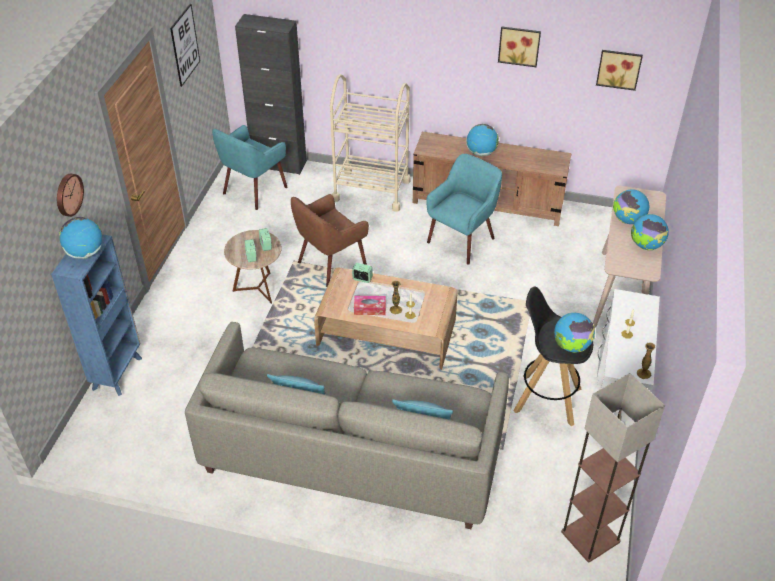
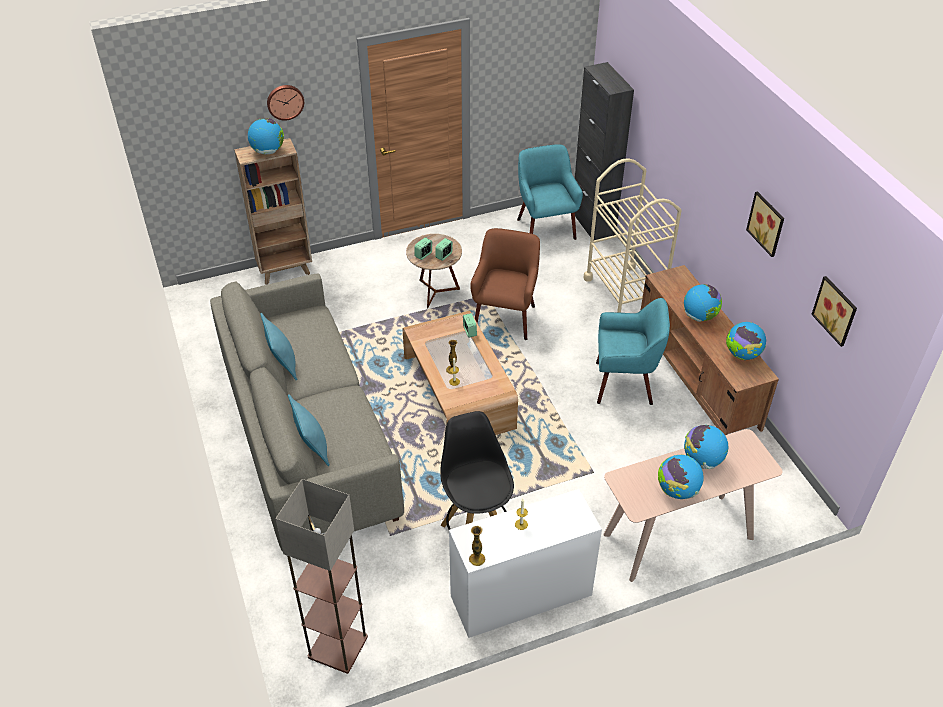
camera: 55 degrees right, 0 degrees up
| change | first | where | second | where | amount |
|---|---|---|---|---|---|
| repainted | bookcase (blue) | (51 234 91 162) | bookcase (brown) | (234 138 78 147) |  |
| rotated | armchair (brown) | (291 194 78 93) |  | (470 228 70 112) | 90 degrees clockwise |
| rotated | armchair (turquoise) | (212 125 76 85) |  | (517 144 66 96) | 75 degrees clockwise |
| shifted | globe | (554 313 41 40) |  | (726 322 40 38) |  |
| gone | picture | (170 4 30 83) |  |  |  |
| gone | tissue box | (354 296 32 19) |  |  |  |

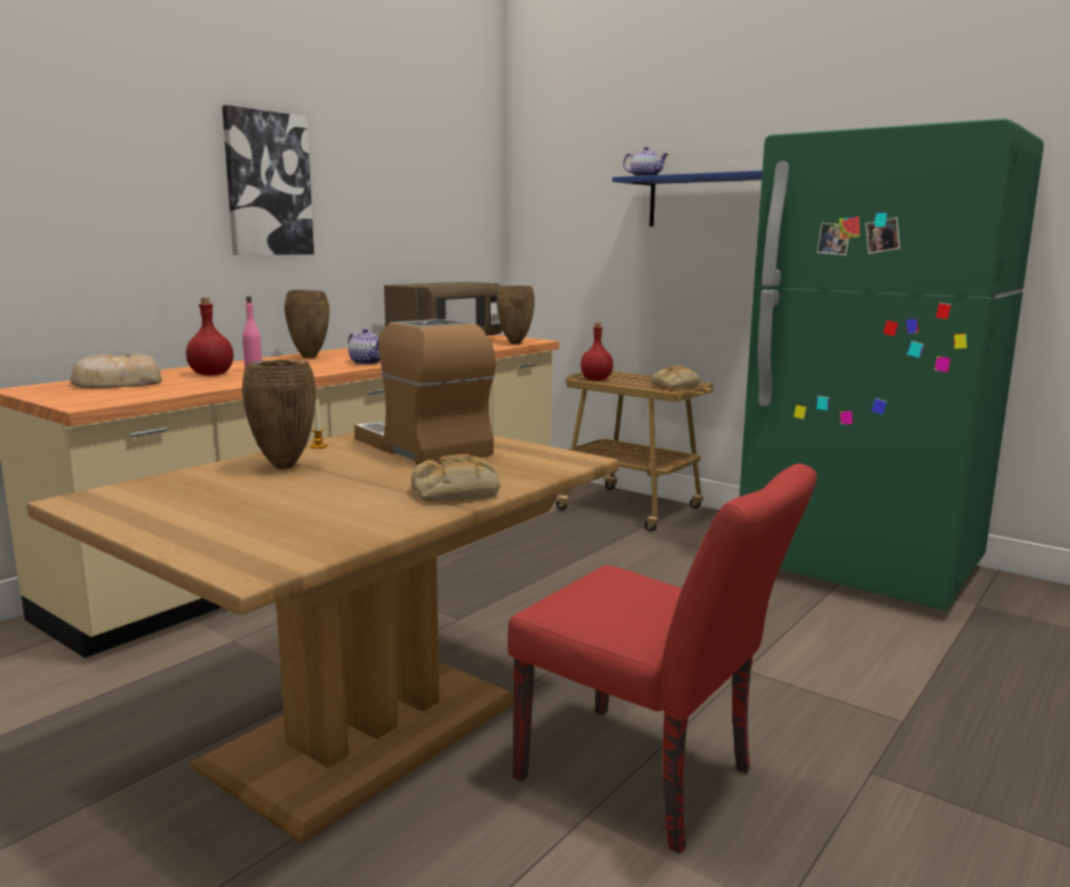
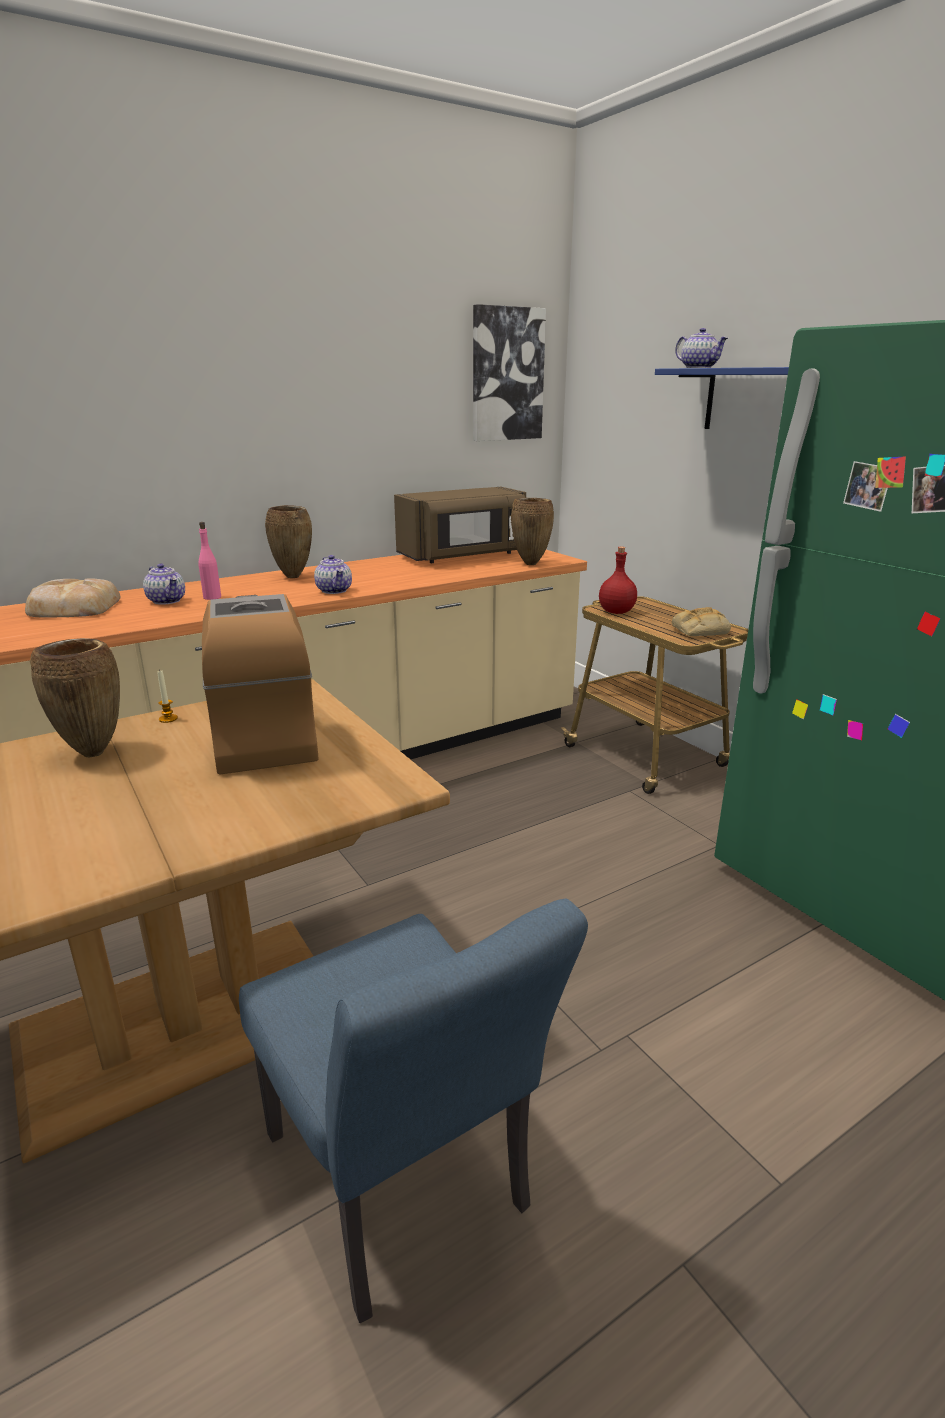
camera: 20 degrees right, 10 degrees up
| change | first | where | second | where | amount |
|---|---|---|---|---|---|
| swapped | bottle (red) | (186 298 48 77) | teapot | (143 564 42 41) |  |
| repainted | chair (red) | (508 464 309 390) | chair (blue) | (239 899 349 424) |  |
| shifted | picture | (222 105 92 150) |  | (473 304 73 137) |  |
| gone | bread | (411 454 89 48) |  |  |  |

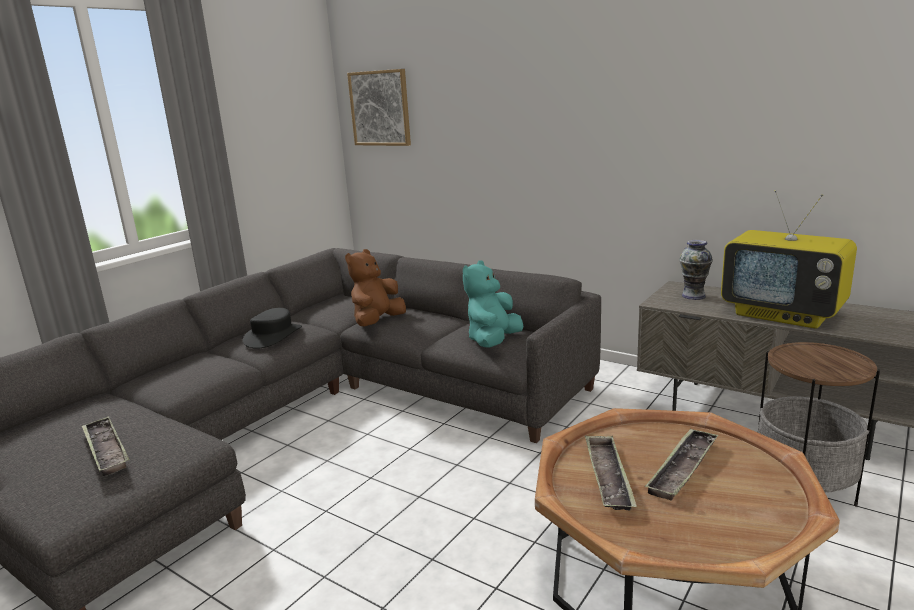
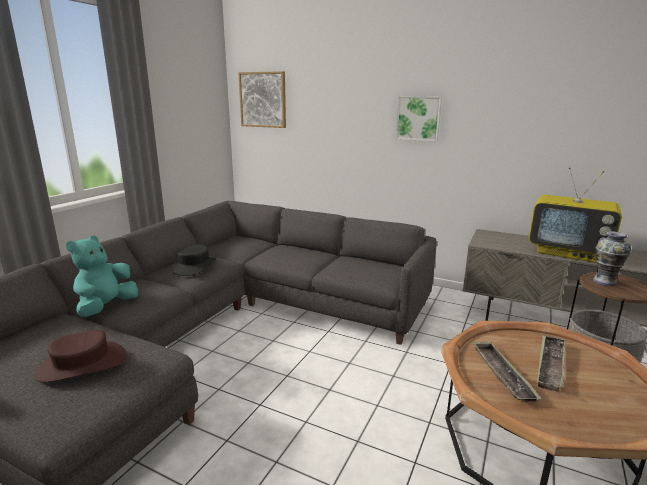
camera: 10 degrees left, 0 degrees up
| change | first | where | second | where | amount |
|---|---|---|---|---|---|
| swapped | tray | (82 416 47 60) | hat (brown) | (35 330 92 53) |  |
| shifted | plush toy (turquoise) | (463 261 60 87) |  | (66 236 72 81) |  |
| new |  |  | picture | (396 96 46 45) |  |
| shifted | vase | (679 240 34 60) |  | (593 231 38 55) |  |
| gone | plush toy (brown) | (345 249 61 77) |  |  |  |

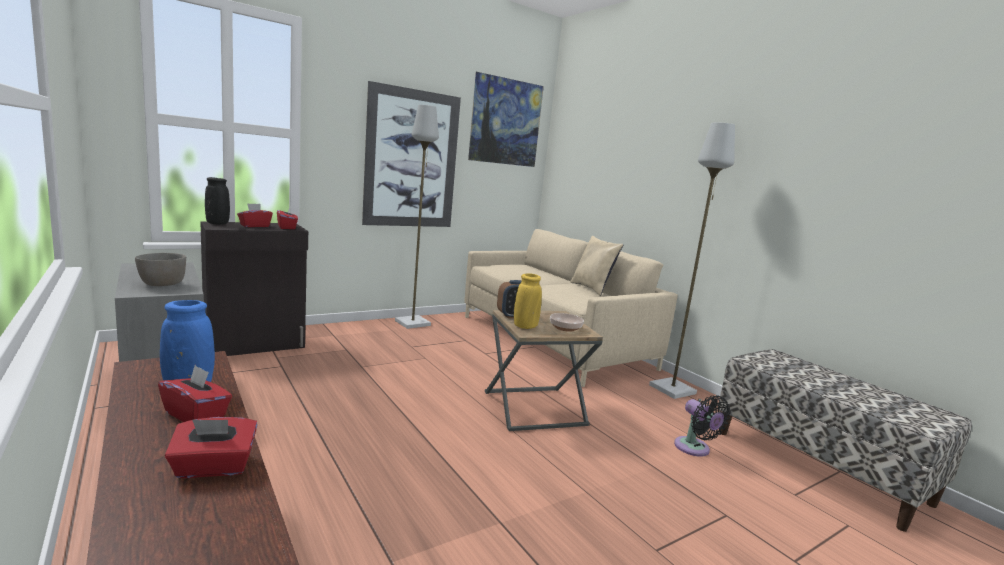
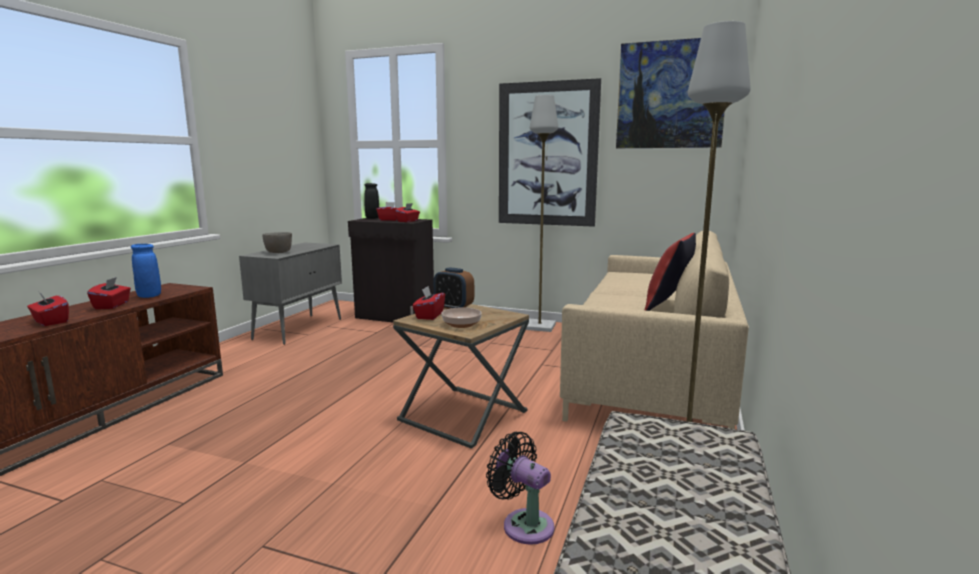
camera: 55 degrees right, 0 degrees up
| change | first | where | second | where | amount |
|---|---|---|---|---|---|
| swapped | vase (yellow) | (514 273 28 56) | tissue box (red) | (413 286 32 34) |  |
| rotated | fan (black) | (674 395 57 62) |  | (486 432 68 113) | 105 degrees clockwise |
| repainted | pillow (beige) | (570 236 54 60) | pillow (red) | (645 233 51 78) |  |

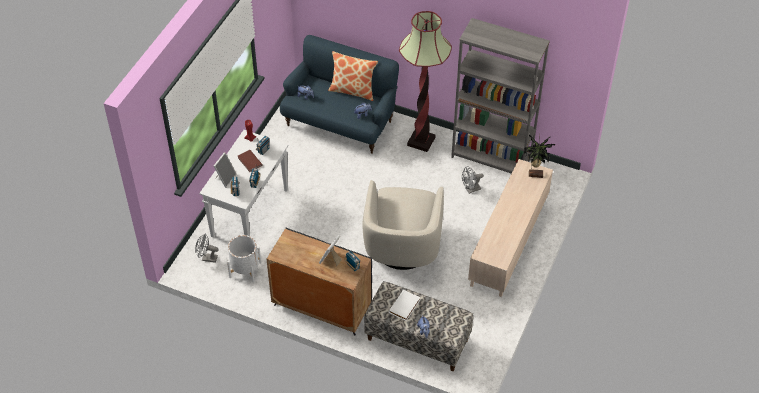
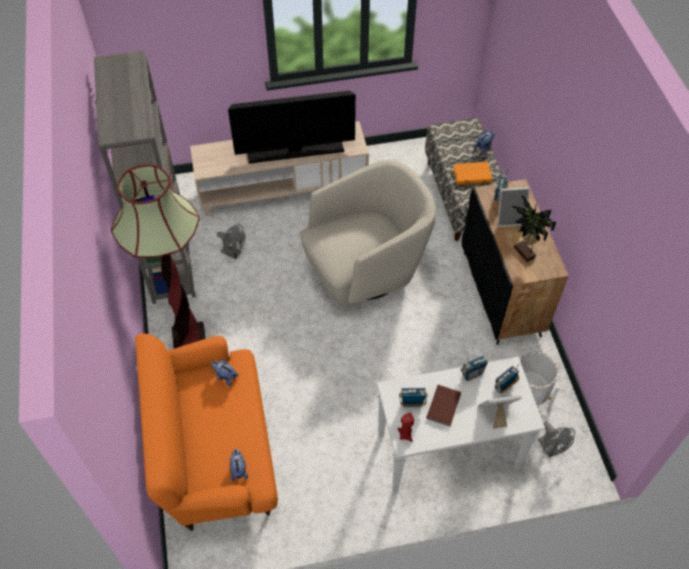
camera: 125 degrees left, 5 degrees up
| change | first | where | second | where | amount |
|---|---|---|---|---|---|
| repainted | sofa (blue) | (280 35 119 119) | sofa (orange) | (135 333 143 198) |  |
| new |  |  | television | (228 90 128 74) |  |
| repainted | book (white) | (389 290 31 31) | book (orange) | (453 162 39 23) |  |
| shifted | potted plant | (524 135 31 43) |  | (512 195 44 67) |  |
| gone | pillow | (328 51 50 50) |  |  |  |

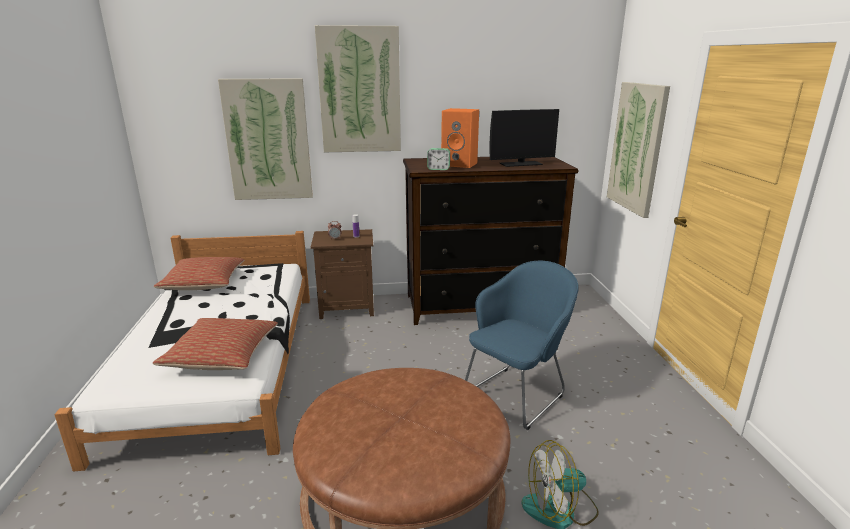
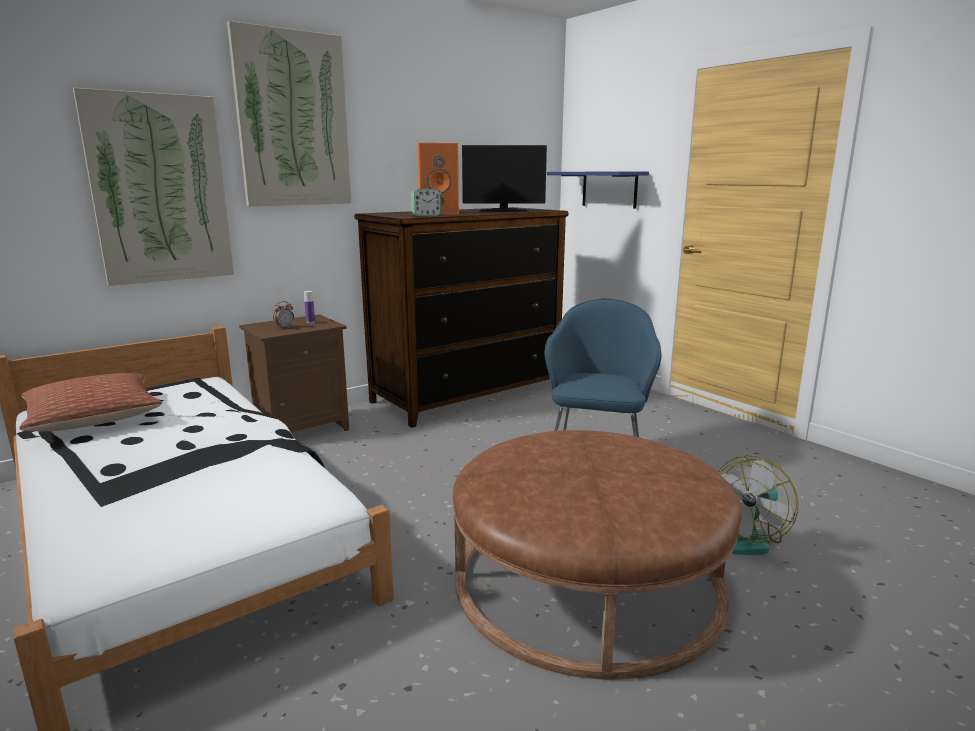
camera: 30 degrees left, 5 degrees down
| change | first | where | second | where | amount |
|---|---|---|---|---|---|
| rotated | monitor | (490 109 69 58) |  | (462 145 85 67) | 45 degrees clockwise |
| swapped | picture | (607 82 63 136) | shelf (blue) | (547 172 102 37) |  |
| gone | pillow | (153 318 125 52) |  |  |  |

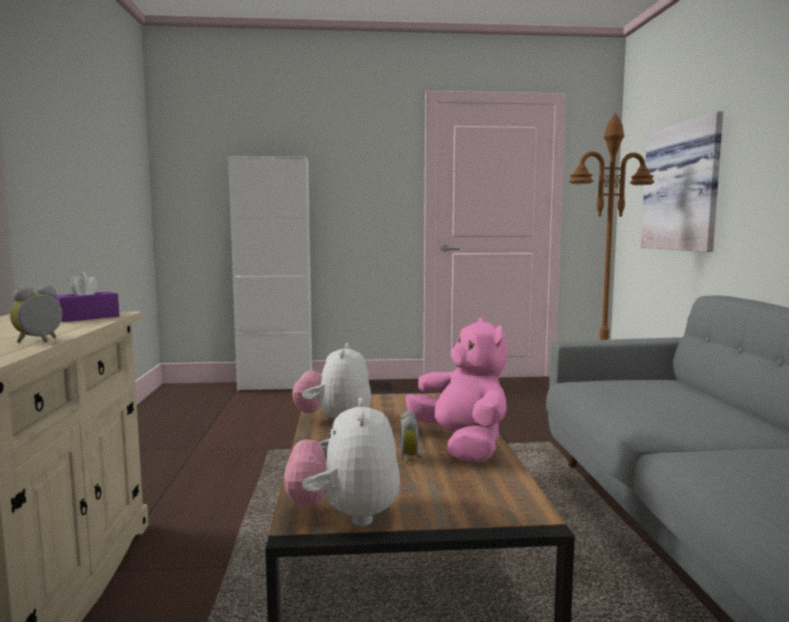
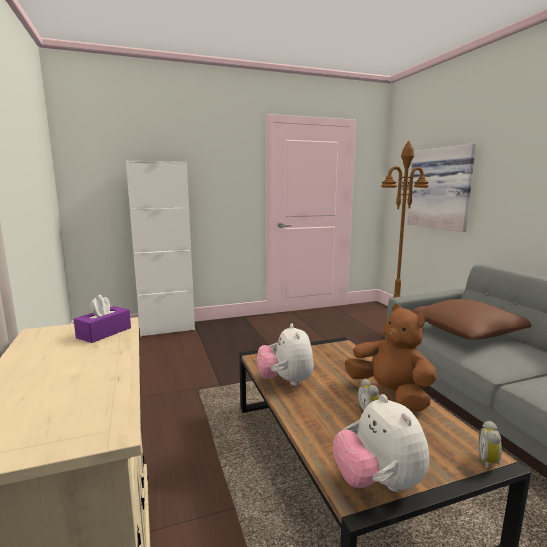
camera: 15 degrees left, 5 degrees up
| change | first | where | second | where | amount |
|---|---|---|---|---|---|
| repainted | plush toy (pink) | (406 317 101 146) | plush toy (brown) | (344 304 93 107) |  |
| new |  |  | pillow (brown) | (412 299 120 41) |  |
| shifted | alarm clock | (10 285 52 58) |  | (479 421 23 49) |  |

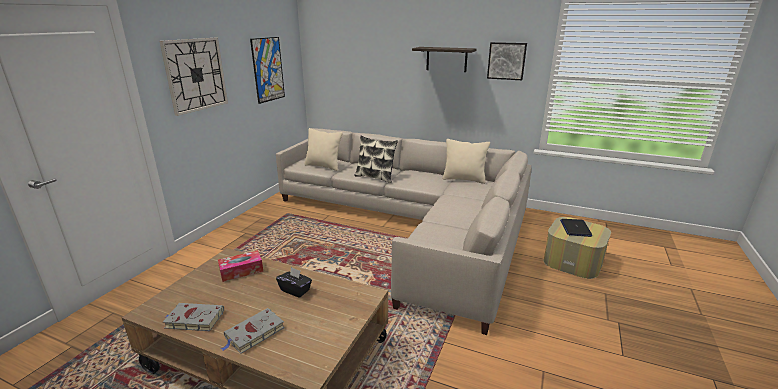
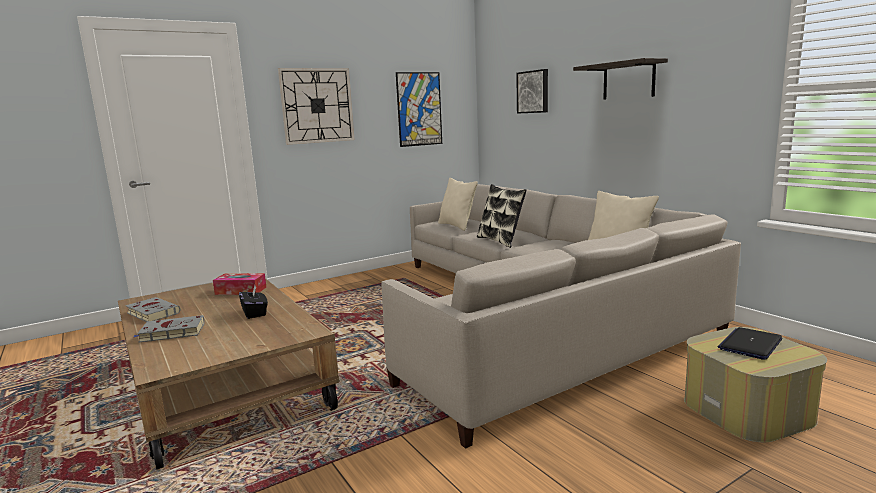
camera: 35 degrees right, 10 degrees down
| change | first | where | second | where | amount |
|---|---|---|---|---|---|
| shifted | picture | (487 42 40 38) |  | (516 69 32 45) |  |

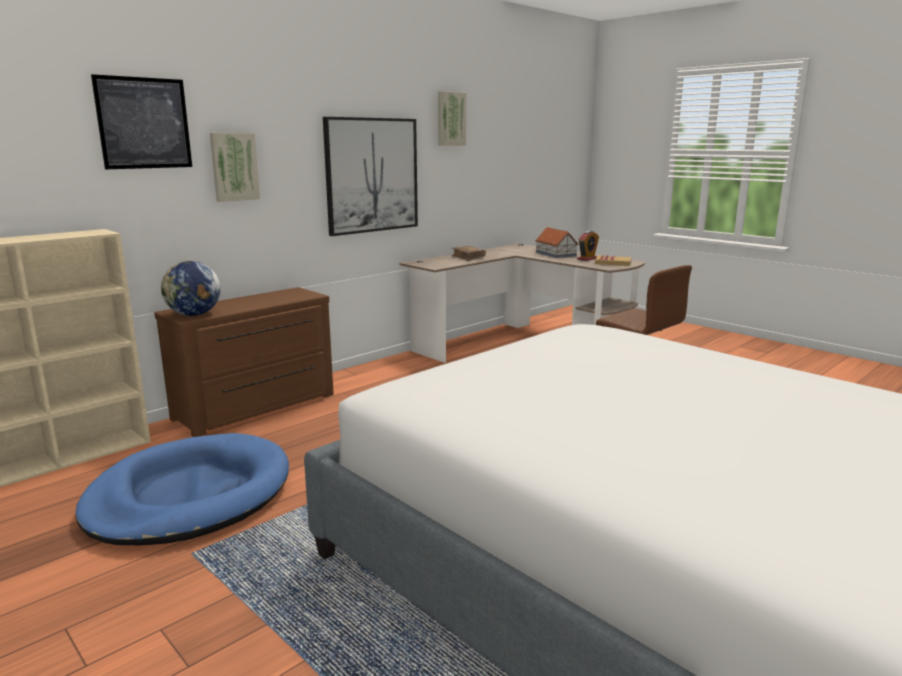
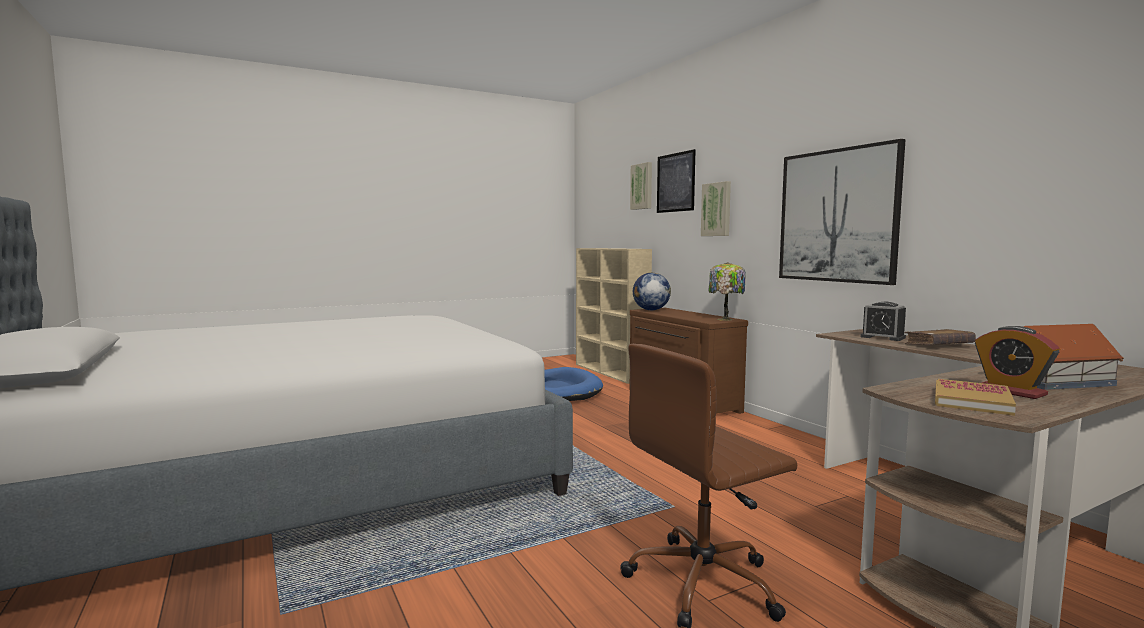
camera: 105 degrees right, 10 degrees down
| change | first | where | second | where | amount |
|---|---|---|---|---|---|
| shifted | picture | (438 91 28 55) |  | (630 162 22 48) |  |
| new |  |  | table lamp | (708 262 38 59) |  |
| new |  |  | alarm clock | (860 302 46 39) |  |

